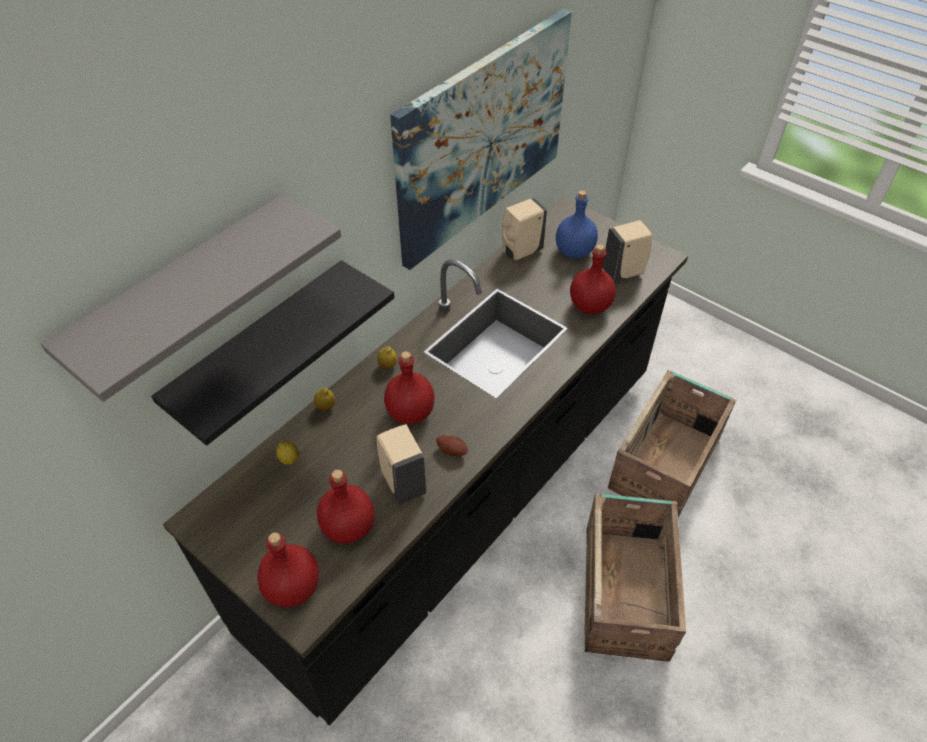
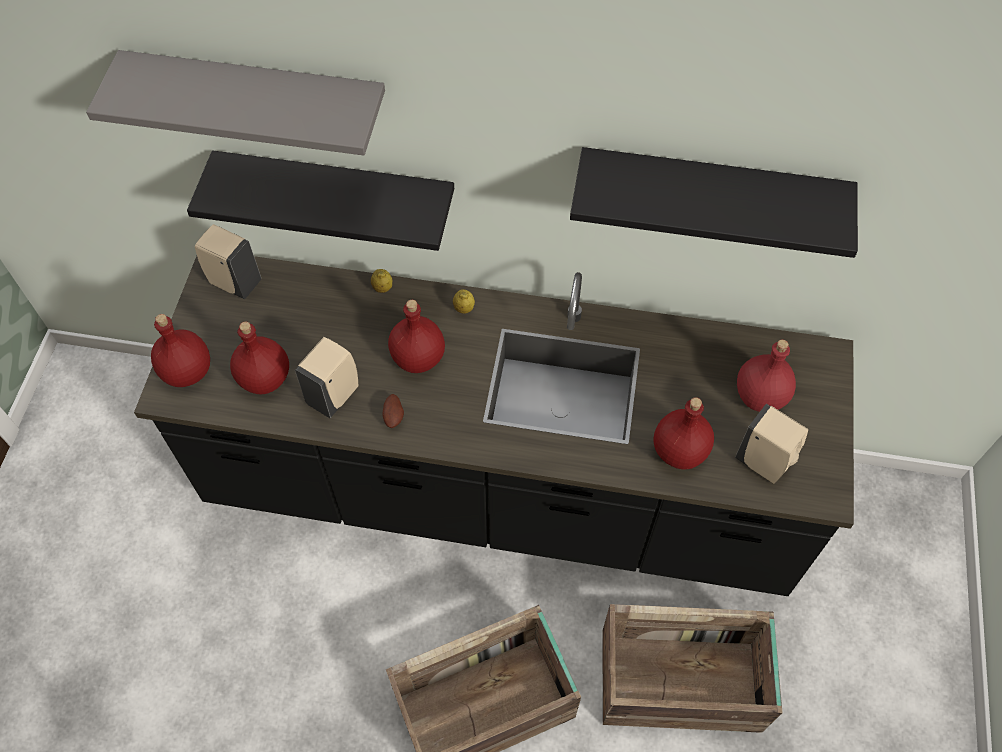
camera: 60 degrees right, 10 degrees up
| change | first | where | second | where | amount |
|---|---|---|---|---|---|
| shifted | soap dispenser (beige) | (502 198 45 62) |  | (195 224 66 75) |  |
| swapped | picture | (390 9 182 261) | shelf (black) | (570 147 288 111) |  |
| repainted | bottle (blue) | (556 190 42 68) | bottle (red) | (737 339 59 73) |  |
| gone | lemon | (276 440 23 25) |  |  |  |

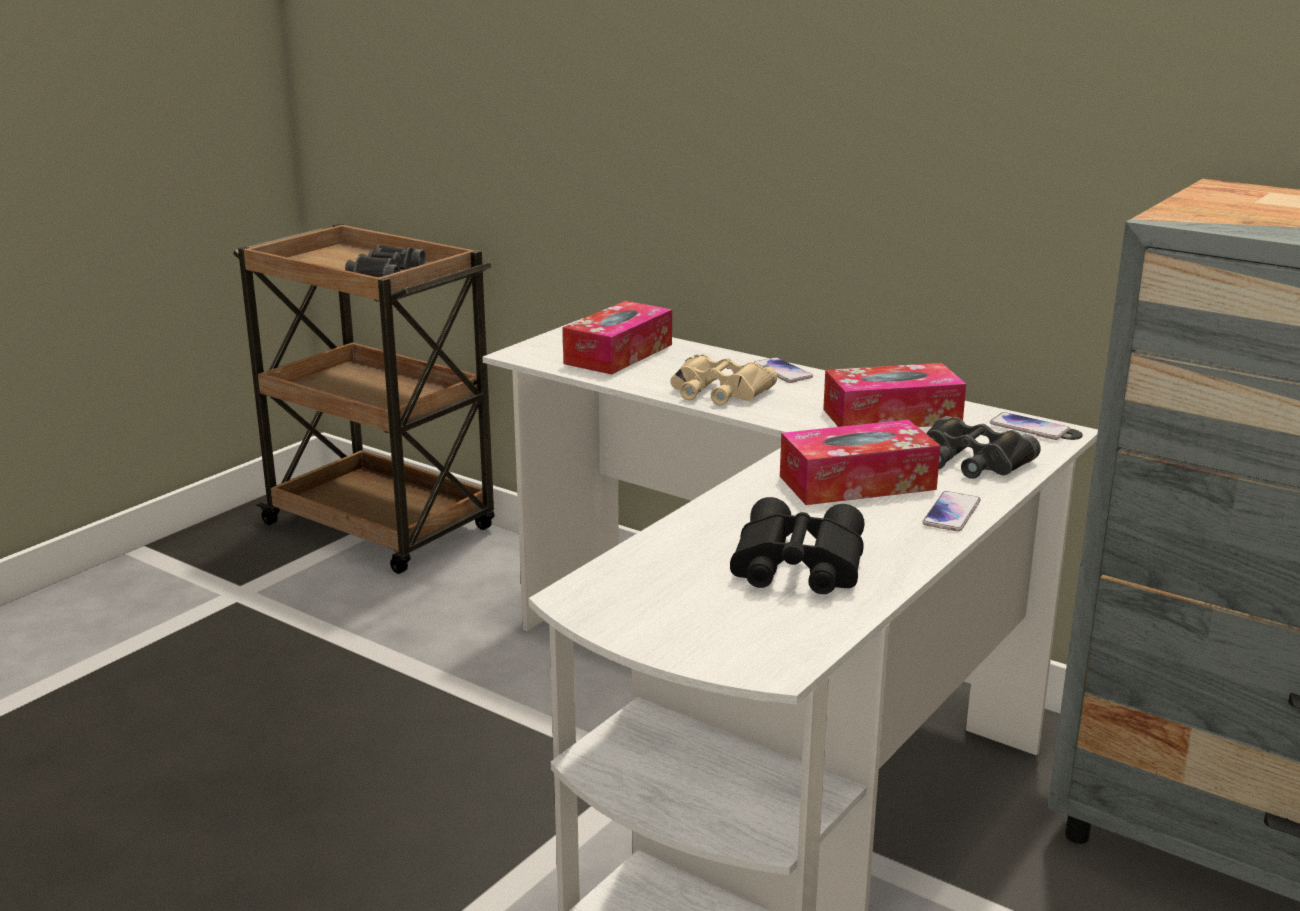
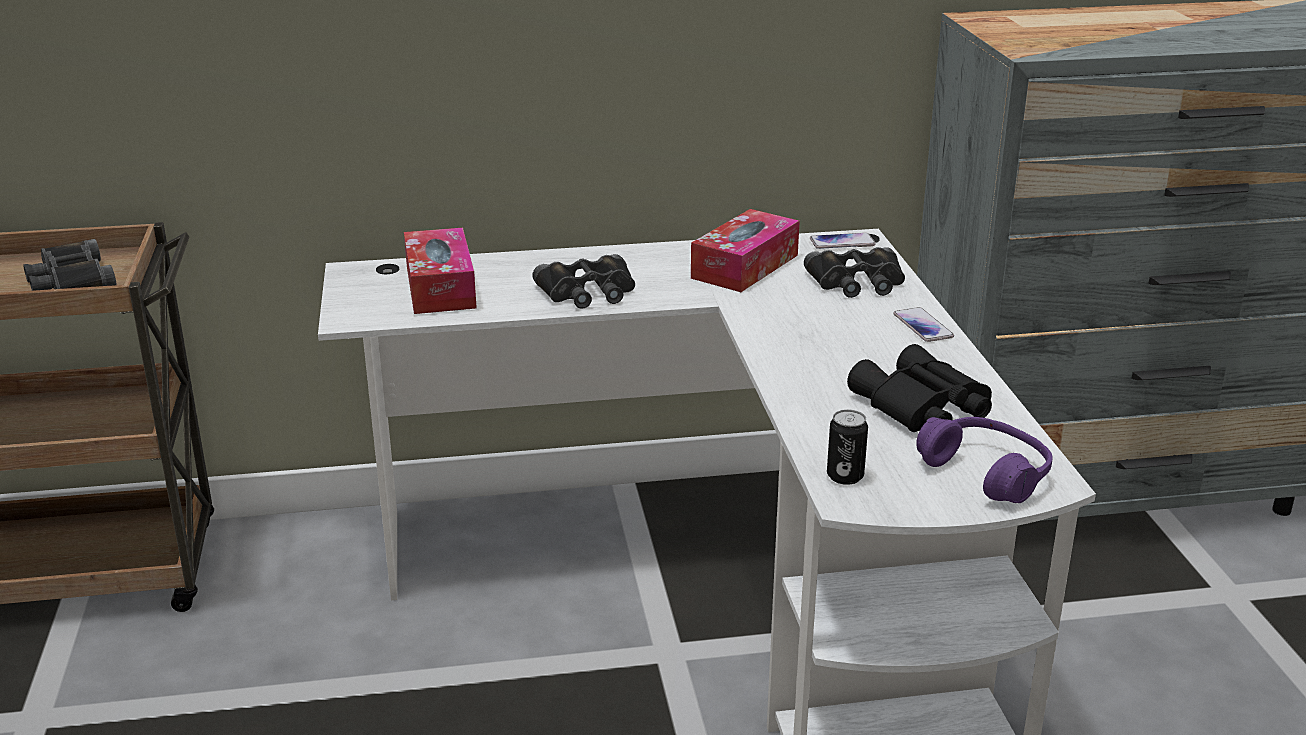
camera: 45 degrees left, 5 degrees up
| change | first | where | second | where | amount |
|---|---|---|---|---|---|
| repainted | binoculars (beige) | (670 355 107 50) | binoculars (black) | (532 254 103 55) |  |
| new |  |  | can | (827 409 41 76) |  |
| new |  |  | headphones (purple) | (917 417 136 86) |  |
| gone | phone | (754 357 59 26) |  |  |  |
| gone | tissue box | (780 420 161 85) |  |  |  |

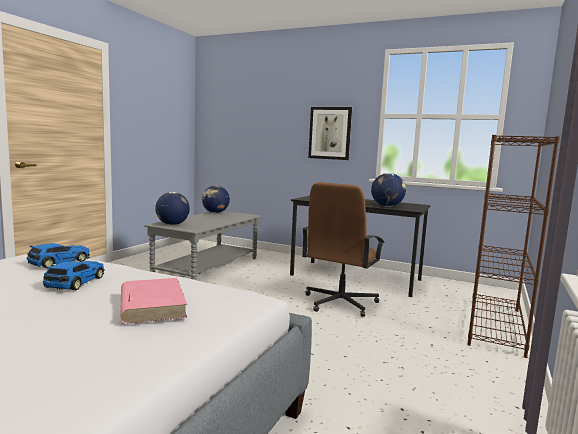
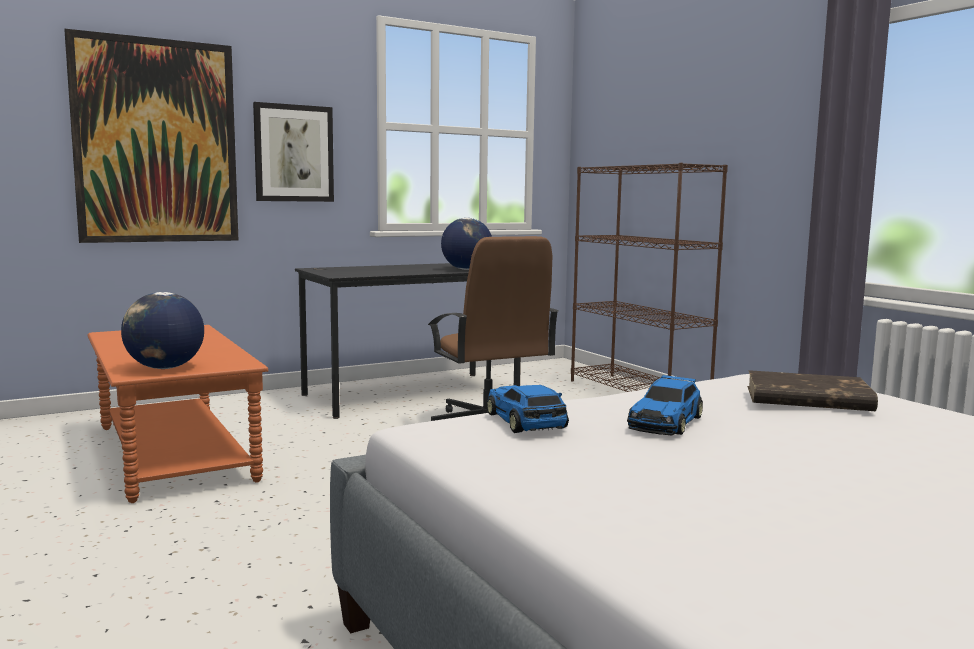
camera: 55 degrees left, 0 degrees up
| change | first | where | second | where | amount |
|---|---|---|---|---|---|
| new |  |  | picture | (64 29 174 214) |  |
| repainted | coffee table (grey) | (144 211 118 69) | coffee table (orange) | (87 325 181 178) |  |
| rotated | toy car | (43 261 62 30) |  | (627 375 76 60) | 105 degrees counterclockwise |
| repainted | book (pink) | (120 278 67 45) | book (brown) | (747 370 131 41) |  |
| gone | globe | (202 186 28 27) |  |  |  |

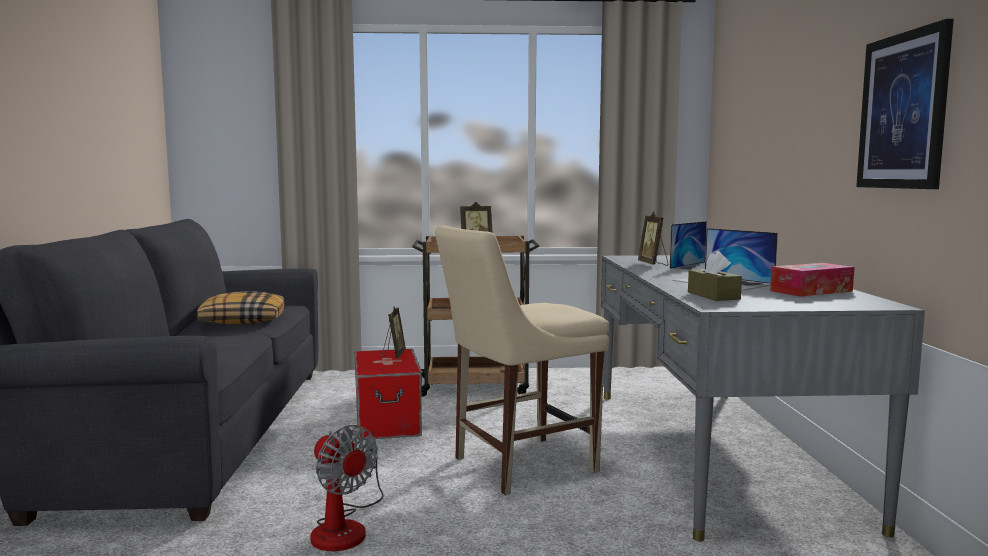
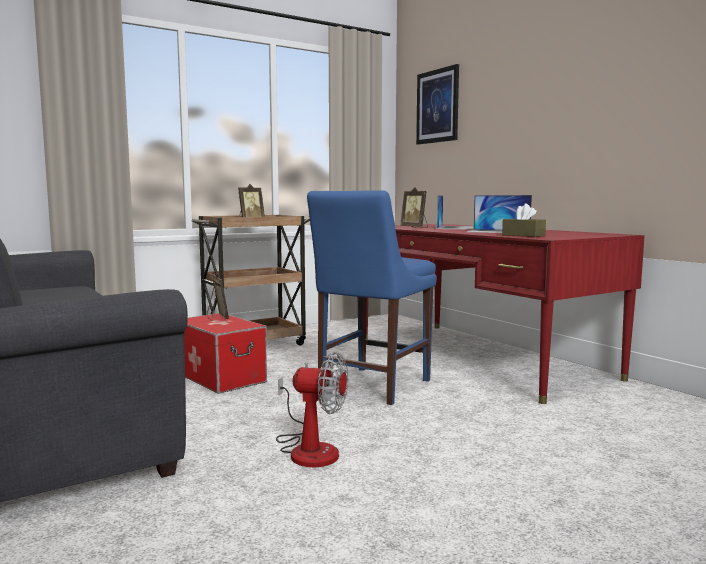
camera: 30 degrees left, 0 degrees up
| change | first | where | second | where | amount |
|---|---|---|---|---|---|
| repainted | chair (beige) | (435 226 174 269) | chair (blue) | (307 190 130 215) |  |
| repainted | desk (grey) | (601 255 324 287) | desk (red) | (366 224 278 180) |  |
| shifted | picture | (856 19 98 170) |  | (416 64 43 81) |  |
| gone | pillow | (197 291 88 33) |  |  |  |
| gone | tissue box | (770 263 84 34) |  |  |  |

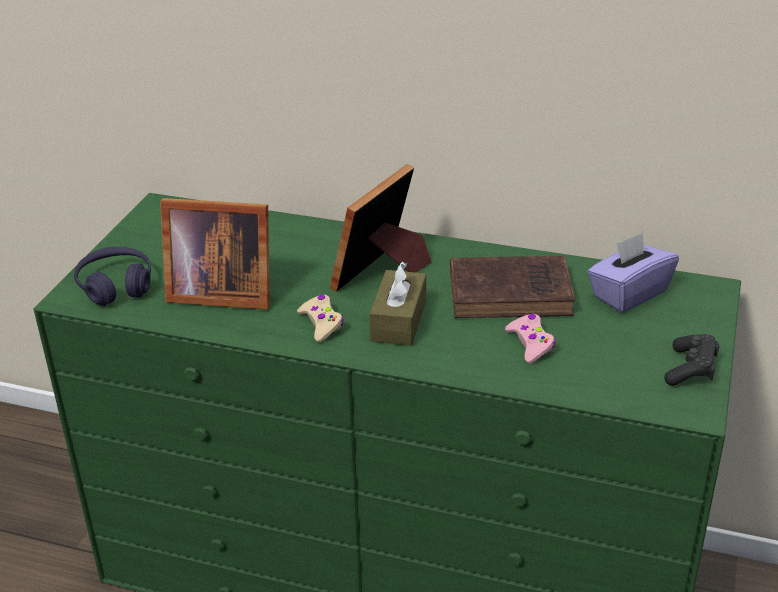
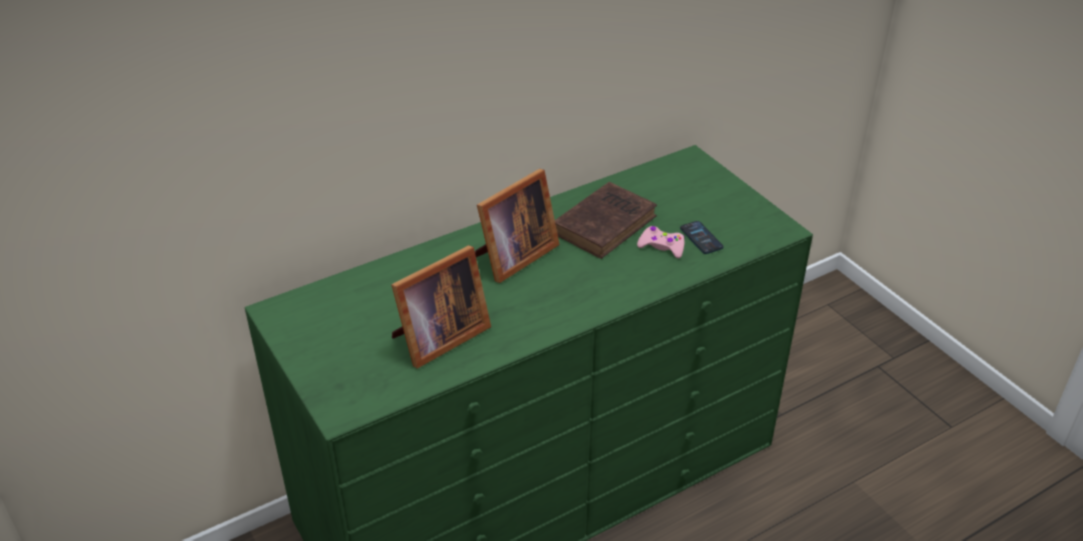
camera: 50 degrees left, 5 degrees up
| change | first | where | second | where | amount |
|---|---|---|---|---|---|
| rotated | picture frame | (330 164 102 128) |  | (475 169 85 114) | 120 degrees counterclockwise |
| new |  |  | phone | (680 221 44 33) |  |
| gone | headphones (purple) | (74 247 77 59) |  |  |  |
| gone | game controller (beige) | (297 295 46 47) |  |  |  |
| gone | tissue box (brown) | (369 261 57 85) |  |  |  |
| gone | tissue box (purple) | (587 232 92 81) |  |  |  |
| gone | game controller (black) | (664 334 55 52) |  |  |  |

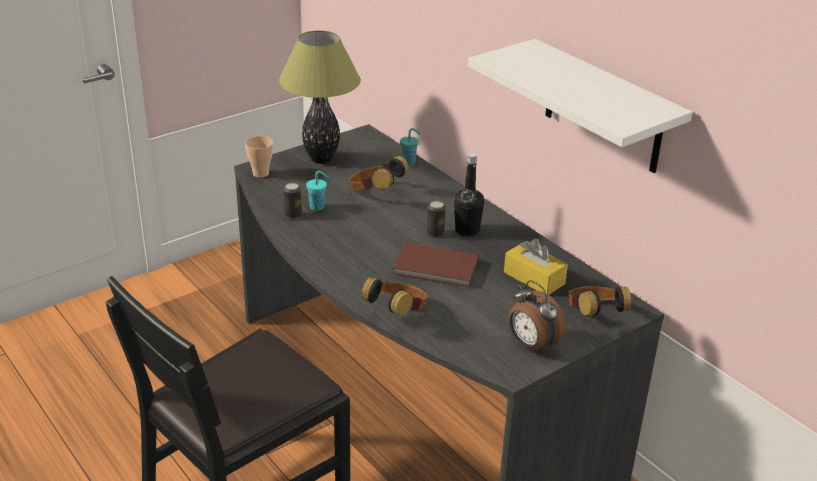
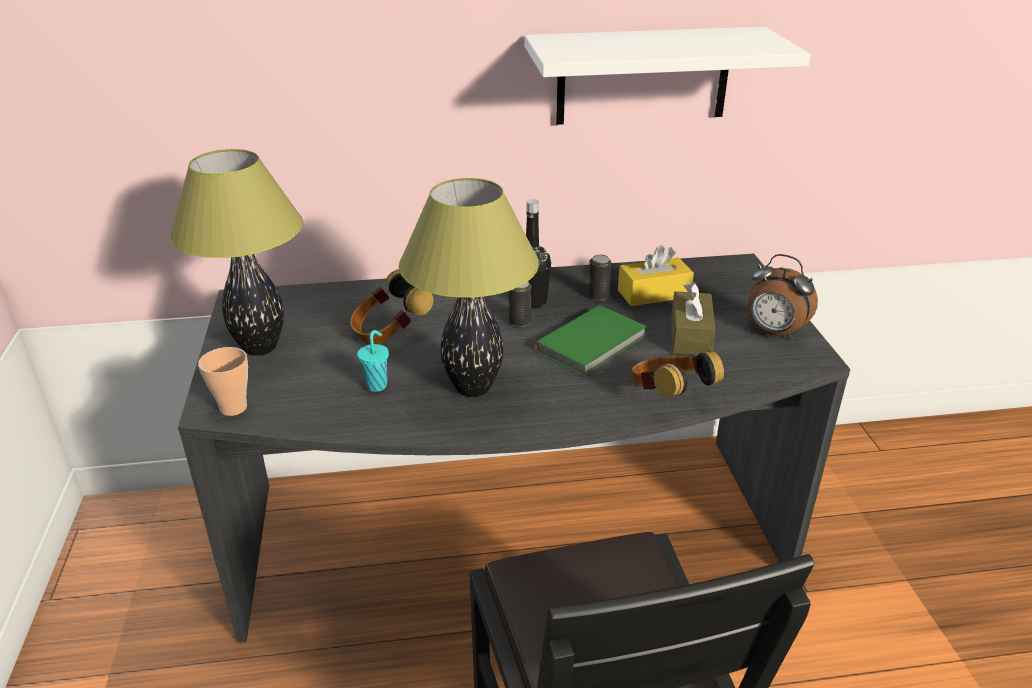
camera: 60 degrees left, 0 degrees up
| change | first | where | second | where | amount |
|---|---|---|---|---|---|
| new |  |  | table lamp | (399 178 140 219) |  |
| repainted | book (brown) | (393 243 86 45) | book (green) | (534 305 113 71) |  |
| shifted | can | (283 183 19 36) |  | (588 255 23 46) |  |
| new |  |  | tissue box (brown) | (671 282 44 73) |  |
| rotated | alarm clock | (508 281 58 73) |  | (747 254 71 86) | 45 degrees clockwise |
| gone | cup (turquoise) | (400 128 21 38) |  |  |  |
| gone | headphones | (568 286 63 30) |  |  |  |

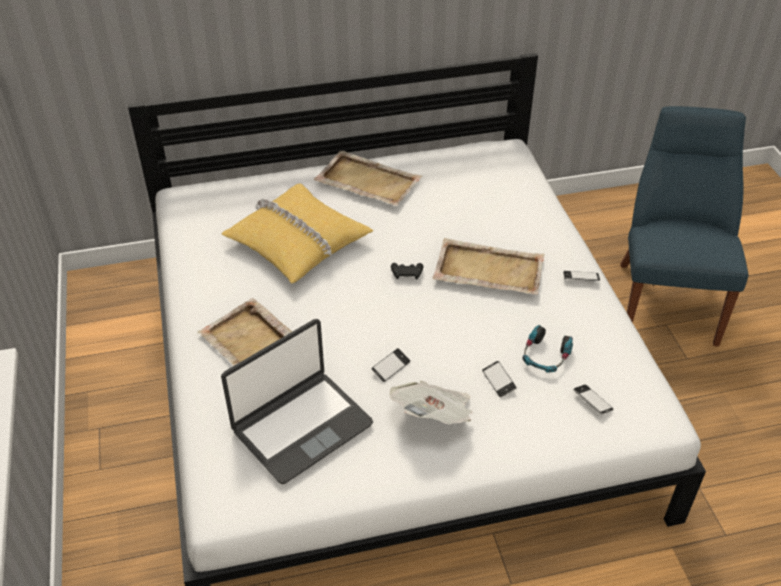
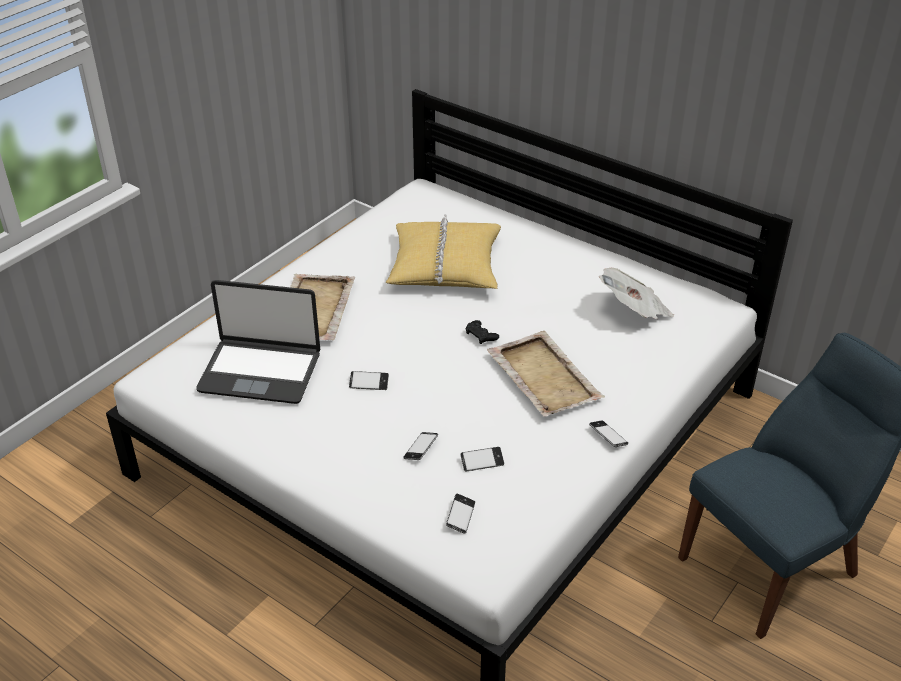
camera: 50 degrees right, 5 degrees down
| change | first | where | second | where | amount |
|---|---|---|---|---|---|
| swapped | headphones | (522 325 51 48) | phone | (460 447 44 24) |  |
| shifted | newspaper | (389 381 84 43) |  | (599 268 75 51) |  |
| gone | tray (beige) | (314 151 109 55) |  |  |  |

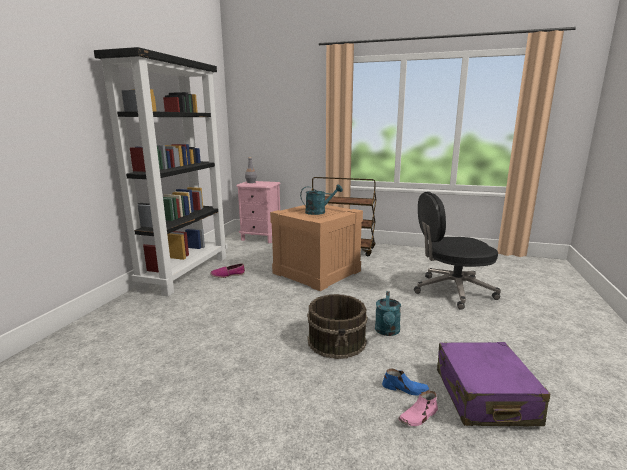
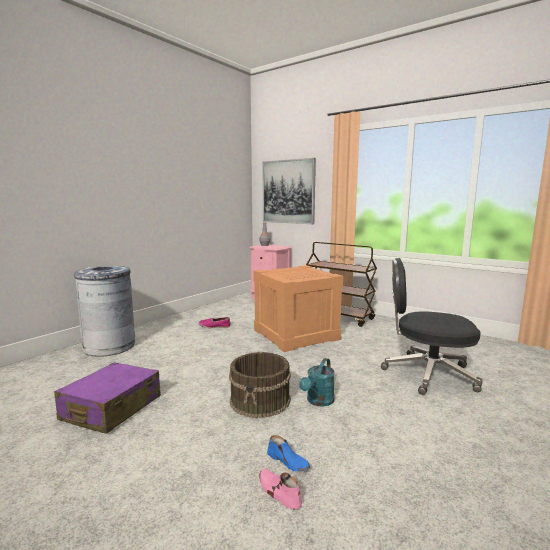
camera: 20 degrees right, 5 degrees down
| change | first | where | second | where | amount |
|---|---|---|---|---|---|
| shifted | suitcase (purple) | (437 342 113 84) |  | (54 362 107 72) |  |
| new |  |  | trash can (grey) | (74 266 61 91) |  |
| rotated | shoe (pink) | (398 391 40 35) |  | (259 469 43 41) | 60 degrees clockwise |
| new |  |  | picture | (262 158 54 66) |  |
| gone | bookcase (black) | (94 47 134 250) |  |  |  |
| gone | watering can (turquoise) | (300 184 43 31) |  |  |  |

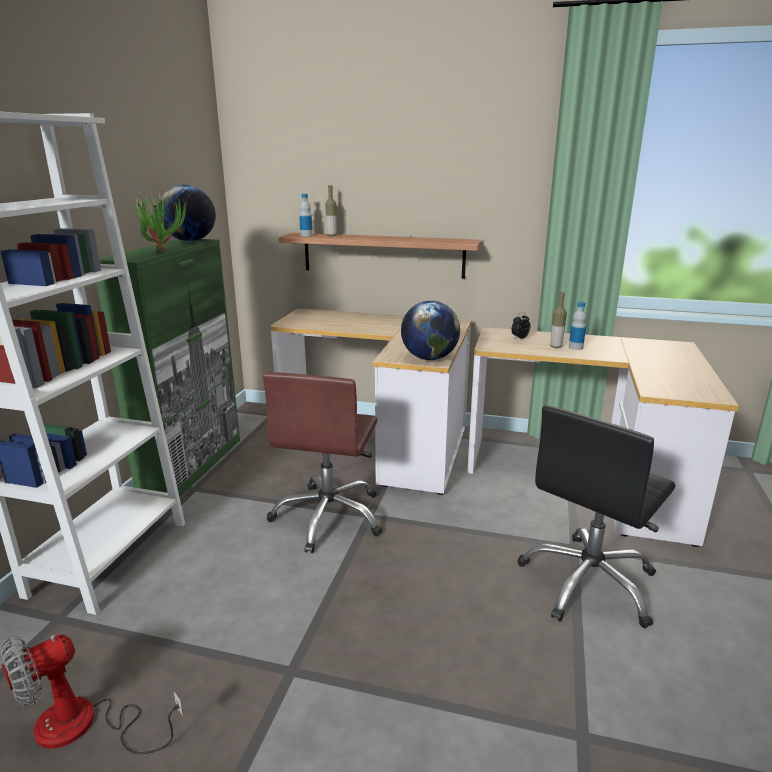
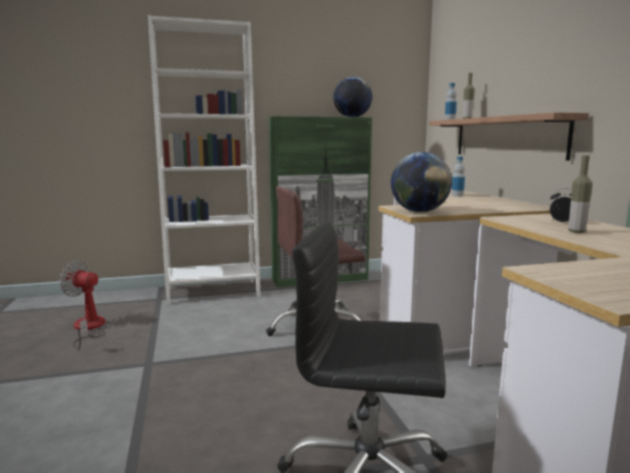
camera: 60 degrees right, 10 degrees down
| change | first | where | second | where | amount |
|---|---|---|---|---|---|
| shifted | bottle | (569 302 17 48) |  | (452 157 13 40) |  |
| gone | potted plant | (135 190 51 62) |  |  |  |

